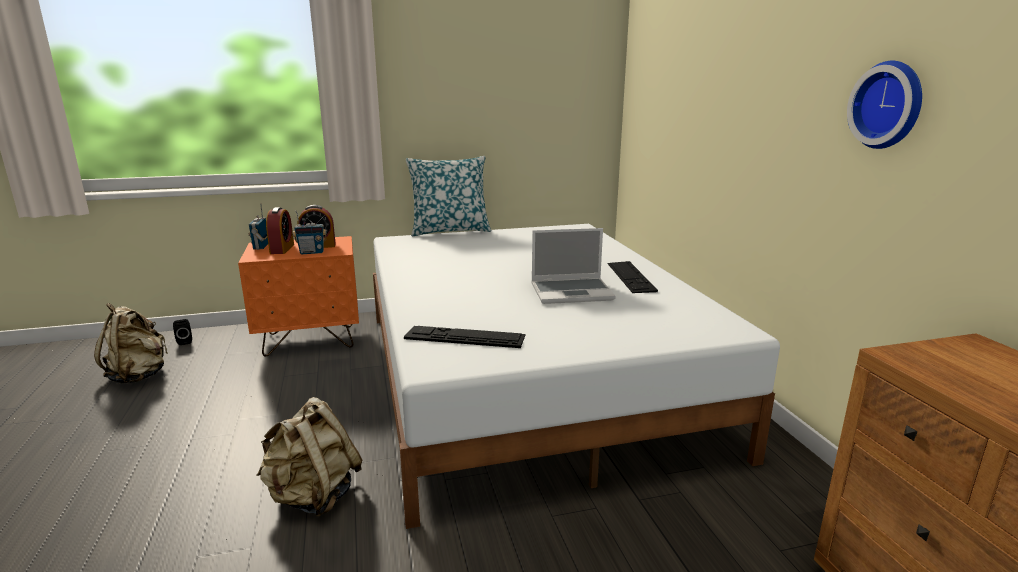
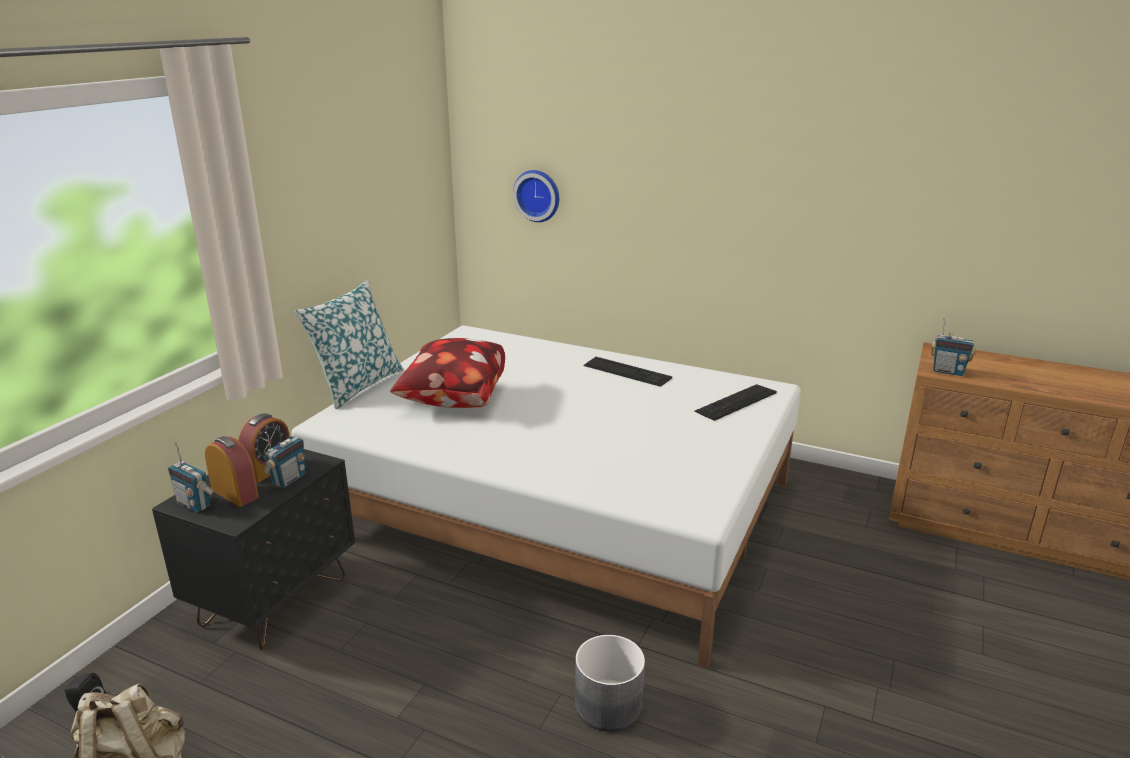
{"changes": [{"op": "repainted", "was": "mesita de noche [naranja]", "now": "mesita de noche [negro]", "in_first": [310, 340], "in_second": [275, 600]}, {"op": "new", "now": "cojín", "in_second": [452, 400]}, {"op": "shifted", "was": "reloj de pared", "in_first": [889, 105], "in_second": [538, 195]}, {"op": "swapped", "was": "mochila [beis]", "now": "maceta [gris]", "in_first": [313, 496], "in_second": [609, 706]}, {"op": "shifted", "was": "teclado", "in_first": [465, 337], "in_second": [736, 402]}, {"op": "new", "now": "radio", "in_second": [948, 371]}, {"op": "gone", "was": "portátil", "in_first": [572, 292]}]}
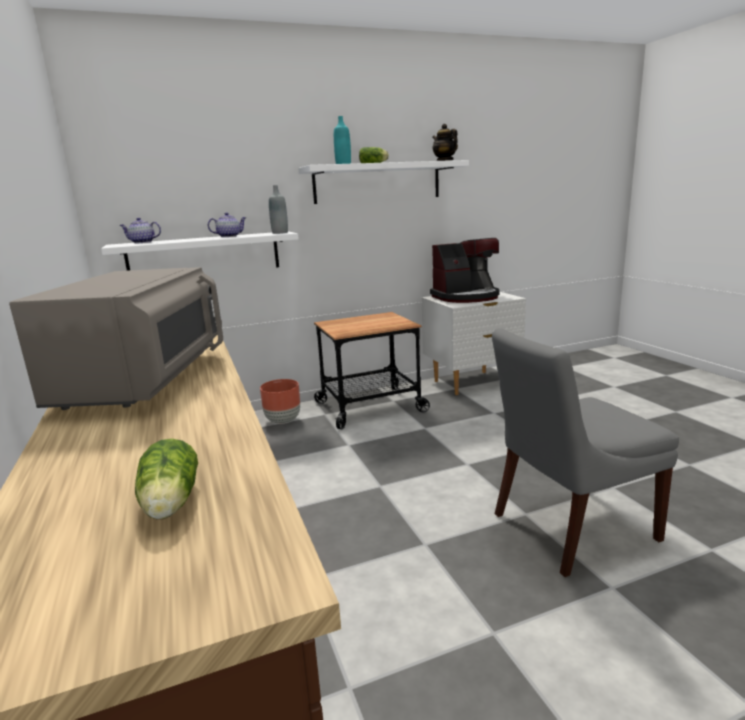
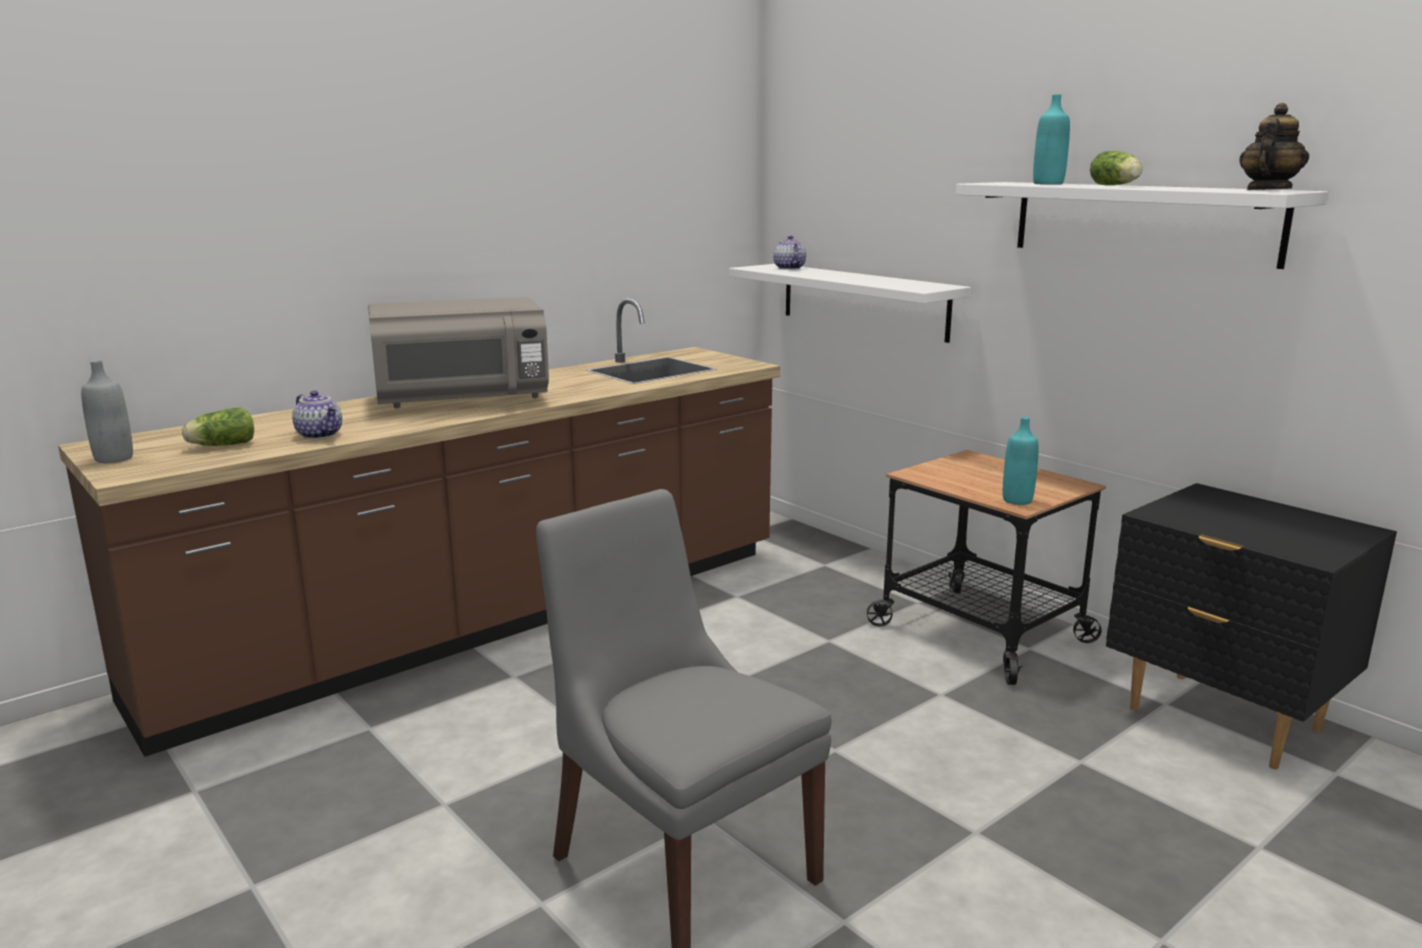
{"changes": [{"op": "shifted", "was": "botella [gris]", "in_first": [280, 233], "in_second": [114, 458]}, {"op": "shifted", "was": "tetera", "in_first": [229, 236], "in_second": [321, 435]}, {"op": "new", "now": "botella [turquesa]", "in_second": [1017, 500]}, {"op": "repainted", "was": "mesita de noche [blanco]", "now": "mesita de noche [negro]", "in_first": [471, 383], "in_second": [1222, 720]}, {"op": "gone", "was": "maceta [marrón]", "in_first": [283, 421]}, {"op": "gone", "was": "cafetera", "in_first": [466, 297]}]}
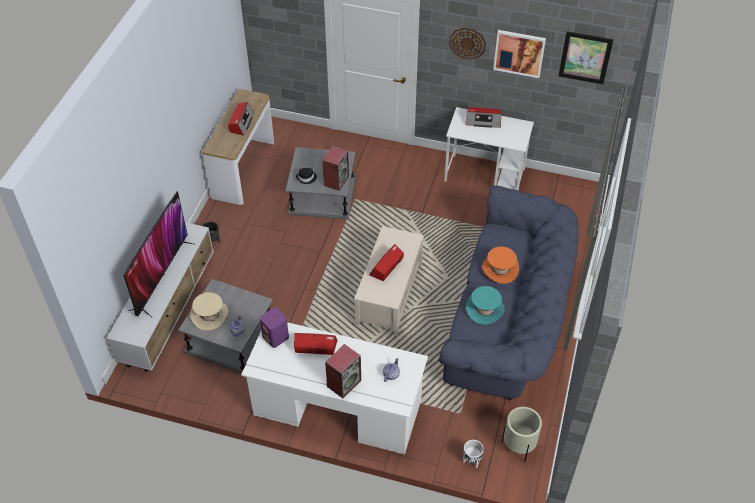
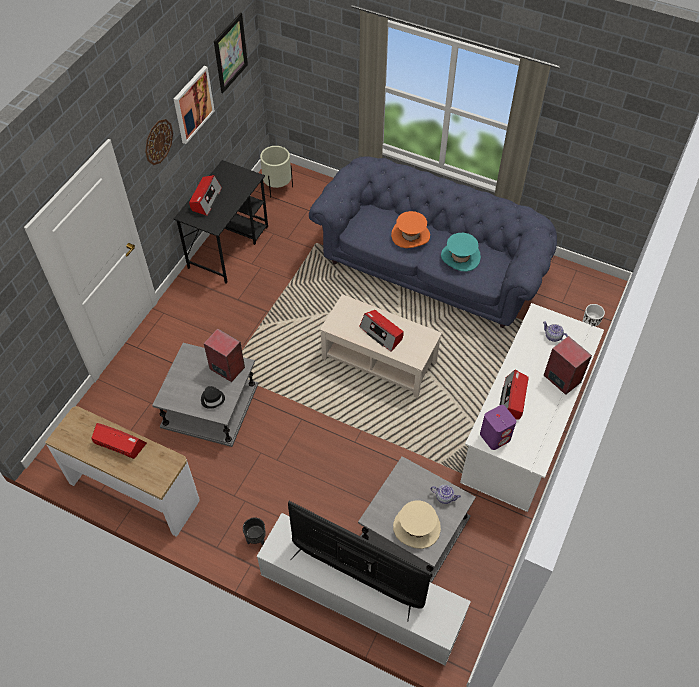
{"changes": [{"op": "repainted", "was": "escritorio [blanco]", "now": "escritorio [negro]", "in_first": [485, 175], "in_second": [229, 246]}, {"op": "shifted", "was": "maceta [beis]", "in_first": [518, 447], "in_second": [278, 187]}]}
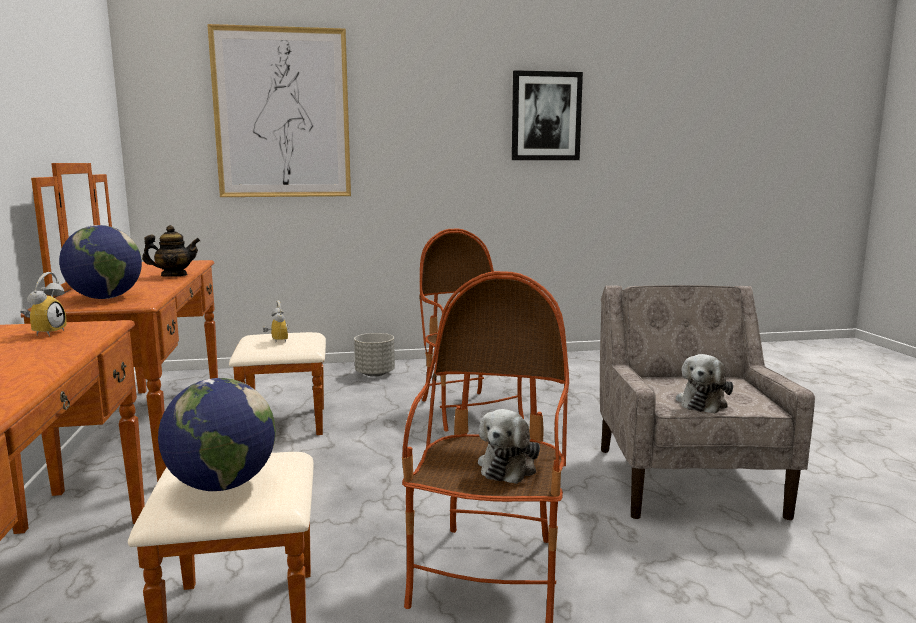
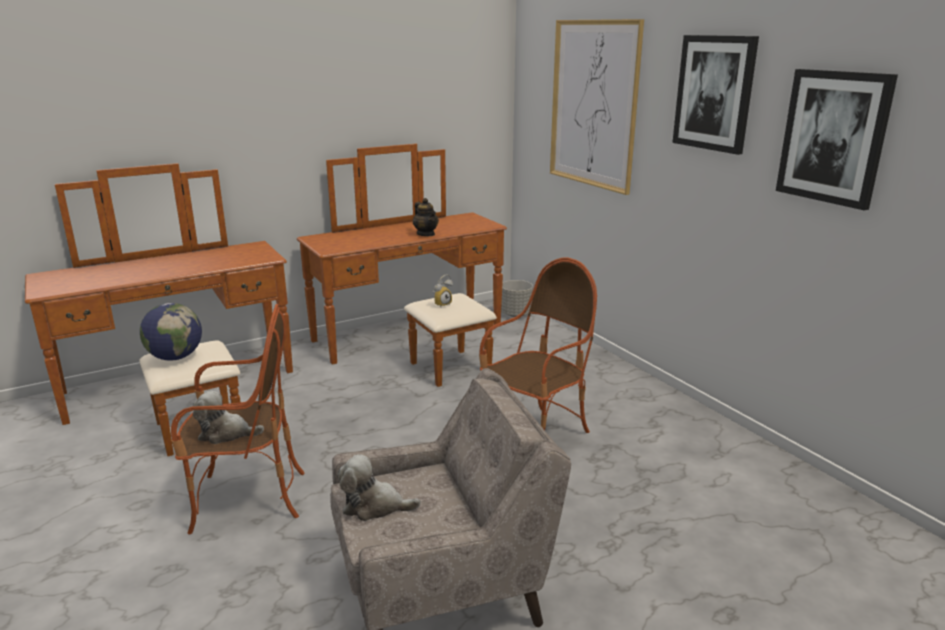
{"changes": [{"op": "shifted", "was": "maceta [gris]", "in_first": [374, 374], "in_second": [515, 314]}, {"op": "new", "now": "cuadro", "in_second": [714, 93]}, {"op": "gone", "was": "despertador", "in_first": [45, 332]}, {"op": "gone", "was": "globo terráqueo", "in_first": [105, 298]}]}
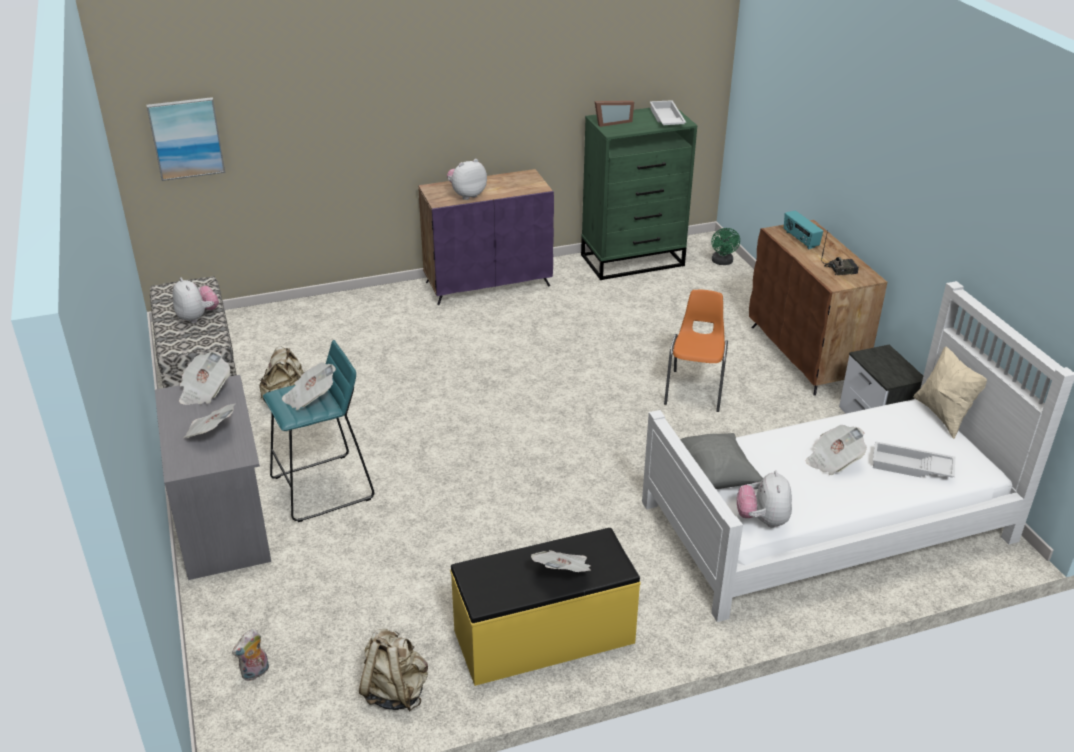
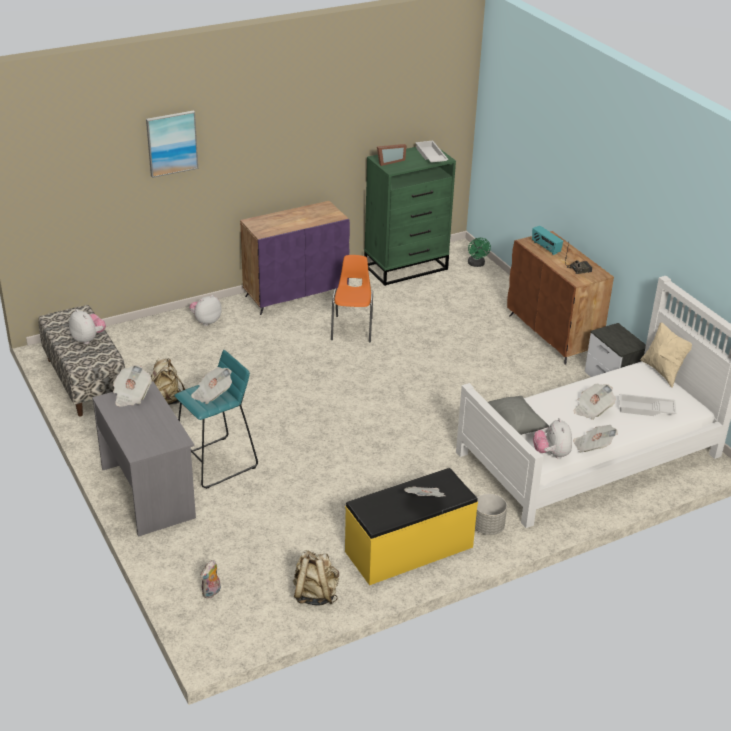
{"changes": [{"op": "shifted", "was": "cuadro", "in_first": [186, 138], "in_second": [172, 143]}, {"op": "shifted", "was": "peluche", "in_first": [467, 195], "in_second": [206, 321]}, {"op": "shifted", "was": "silla [naranja]", "in_first": [695, 390], "in_second": [352, 328]}, {"op": "new", "now": "maceta [gris]", "in_second": [488, 527]}, {"op": "shifted", "was": "periódico", "in_first": [211, 432], "in_second": [593, 447]}]}
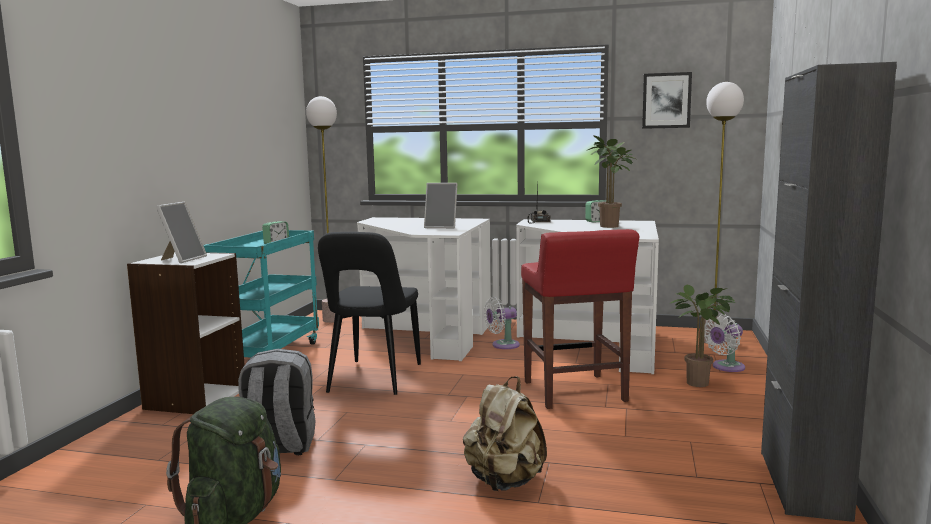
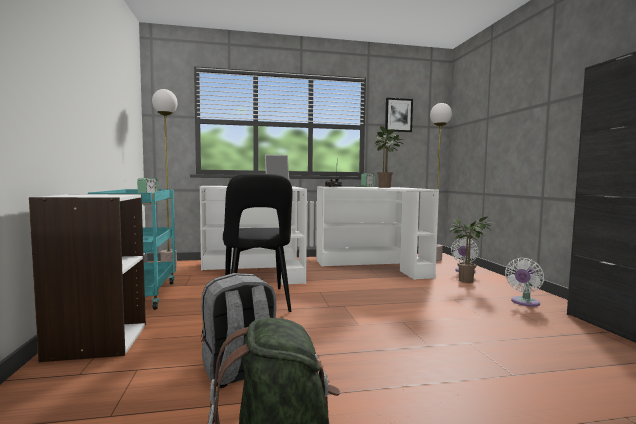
{"changes": [{"op": "shifted", "was": "ventilador [blanco]", "in_first": [502, 345], "in_second": [524, 303]}, {"op": "gone", "was": "portarretratos", "in_first": [182, 259]}, {"op": "gone", "was": "mochila [beis]", "in_first": [504, 482]}, {"op": "gone", "was": "taburete [rojo]", "in_first": [574, 392]}]}
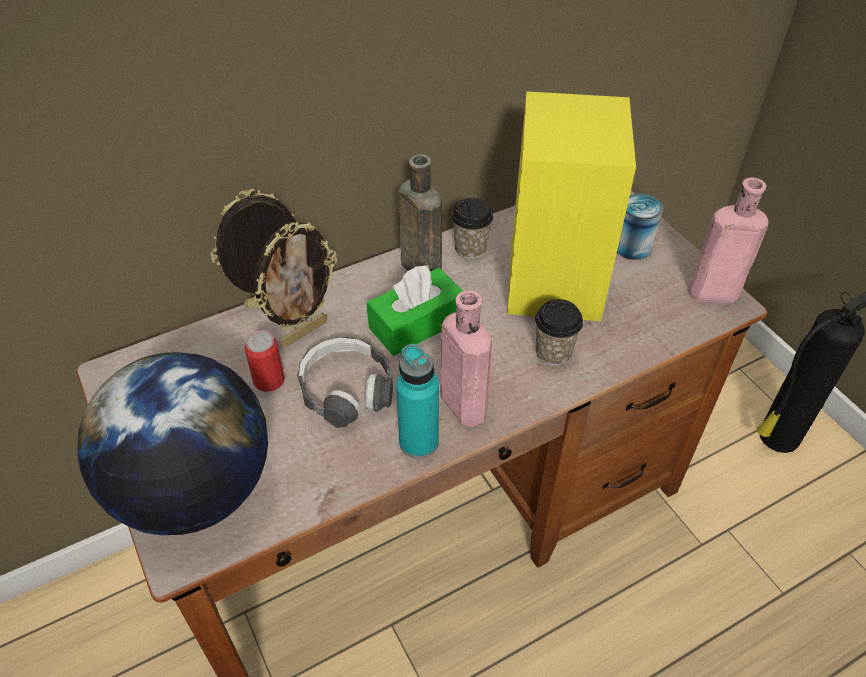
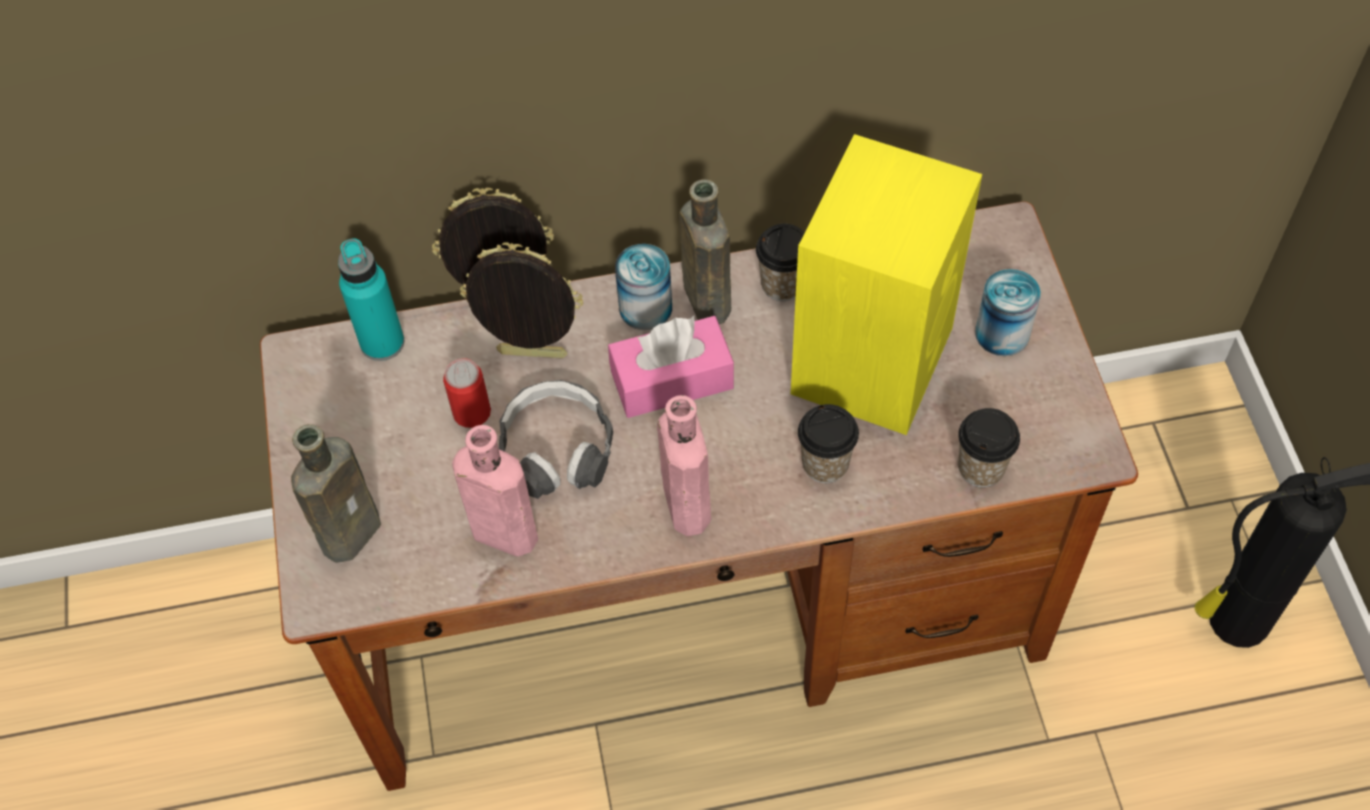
{"changes": [{"op": "swapped", "was": "globo terráqueo", "now": "botella [marrón]", "in_first": [195, 490], "in_second": [354, 529]}, {"op": "shifted", "was": "botella [turquesa]", "in_first": [418, 442], "in_second": [382, 343]}, {"op": "shifted", "was": "botella [rosa]", "in_first": [709, 293], "in_second": [500, 532]}, {"op": "rotated", "was": "portarretratos", "in_first": [303, 332], "in_second": [531, 357], "clockwise": -150}, {"op": "repainted", "was": "caja de pañuelos [verde]", "now": "caja de pañuelos [rosa]", "in_first": [417, 324], "in_second": [672, 380]}, {"op": "new", "now": "lata", "in_second": [645, 308]}, {"op": "new", "now": "taza", "in_second": [981, 468]}]}
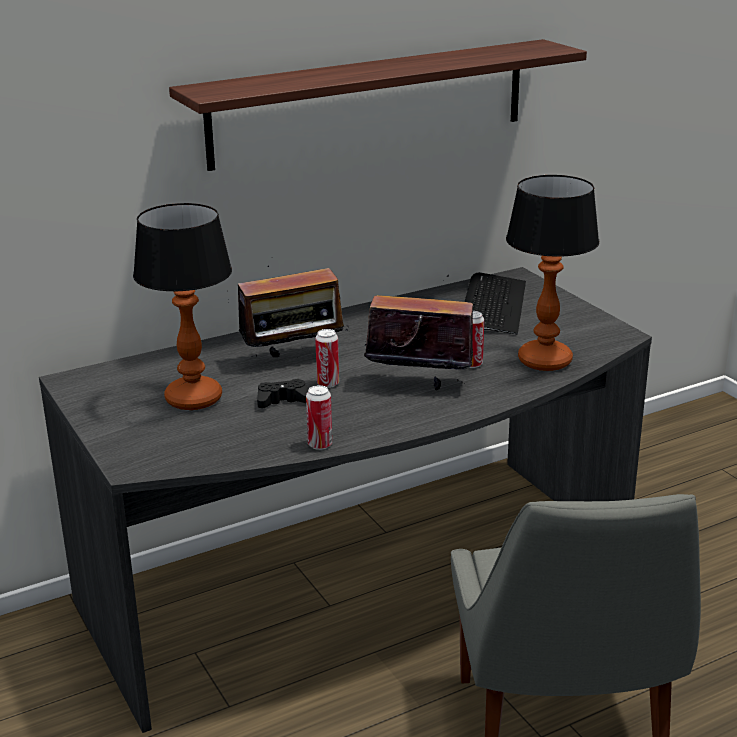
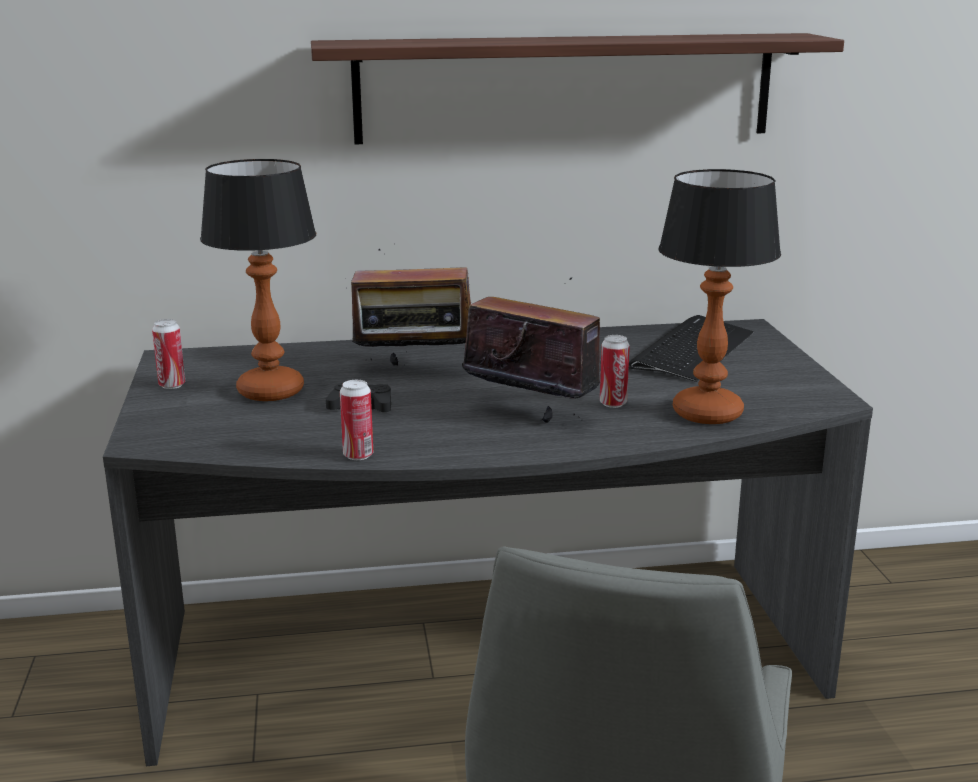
{"changes": [{"op": "shifted", "was": "lata", "in_first": [328, 384], "in_second": [172, 385]}]}
